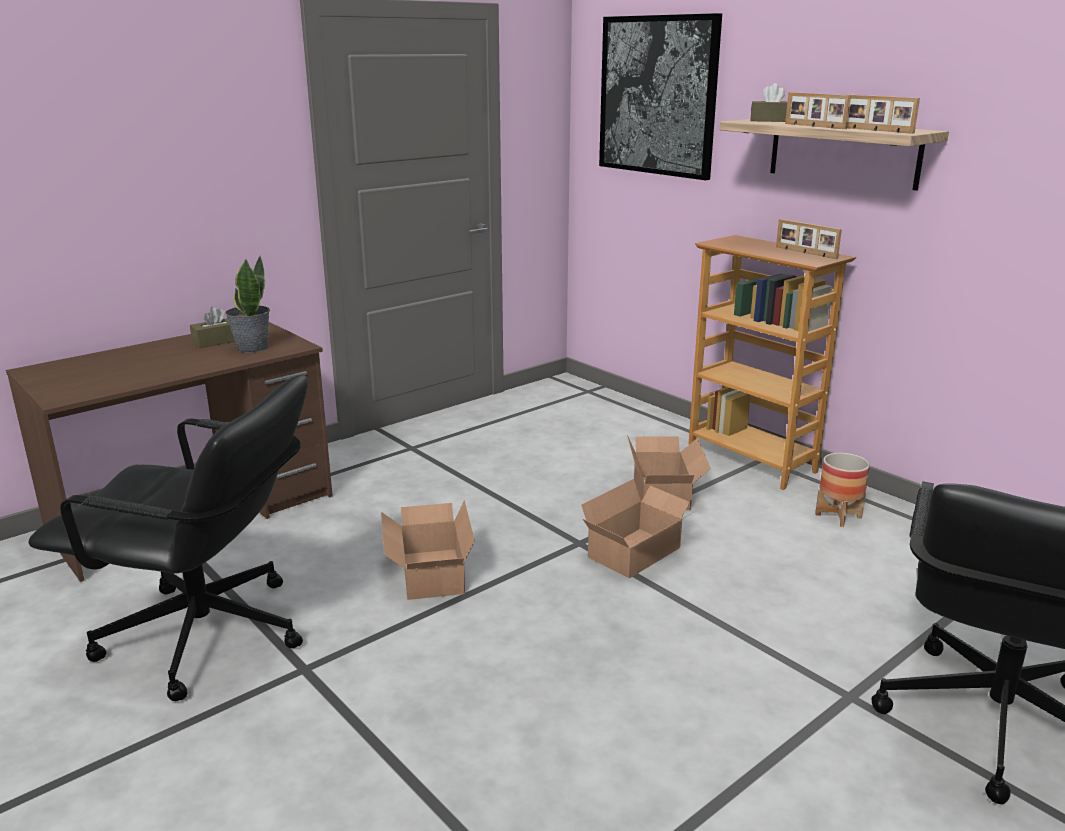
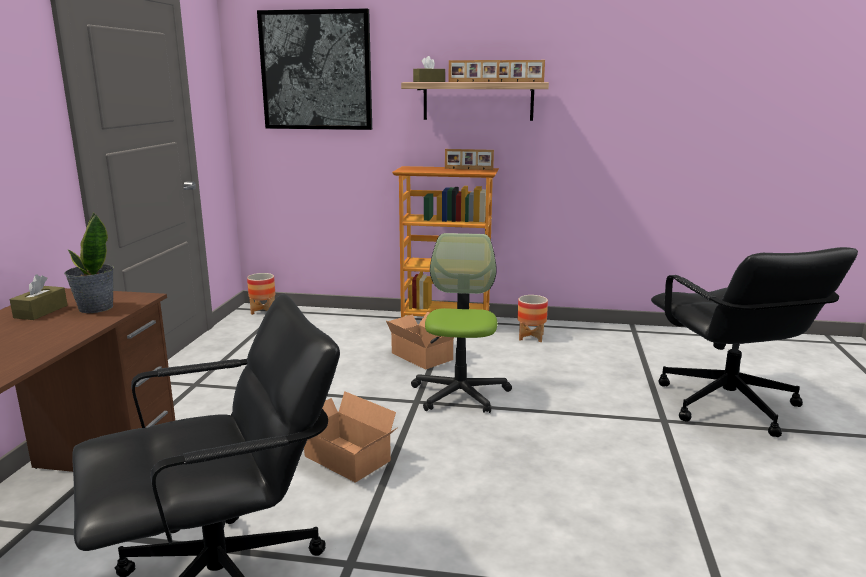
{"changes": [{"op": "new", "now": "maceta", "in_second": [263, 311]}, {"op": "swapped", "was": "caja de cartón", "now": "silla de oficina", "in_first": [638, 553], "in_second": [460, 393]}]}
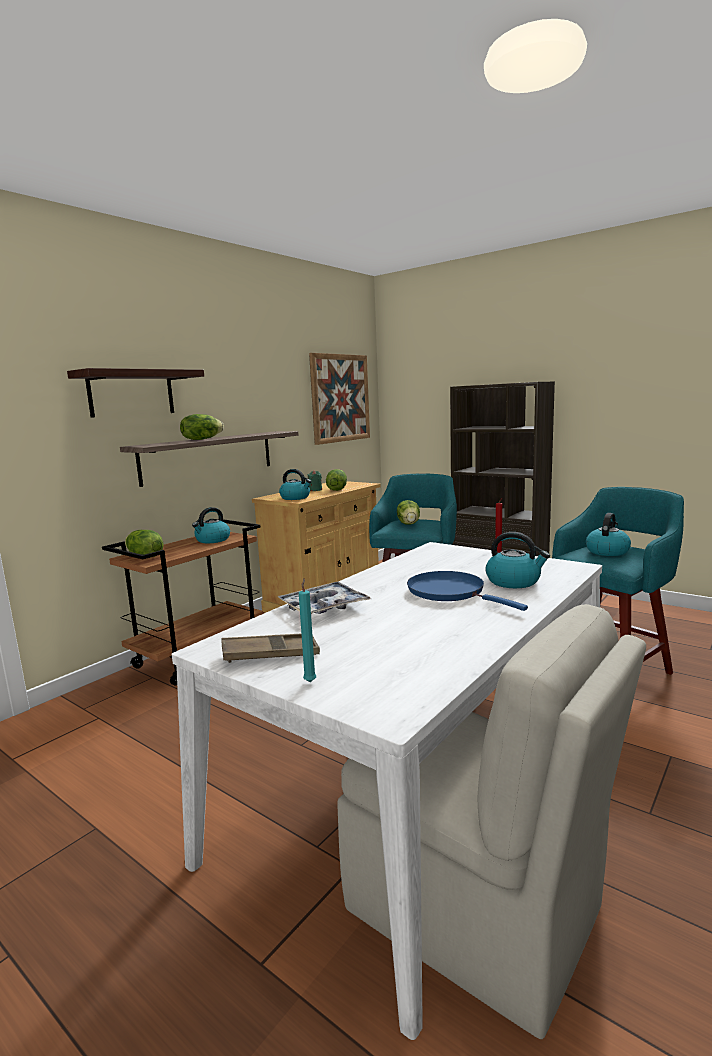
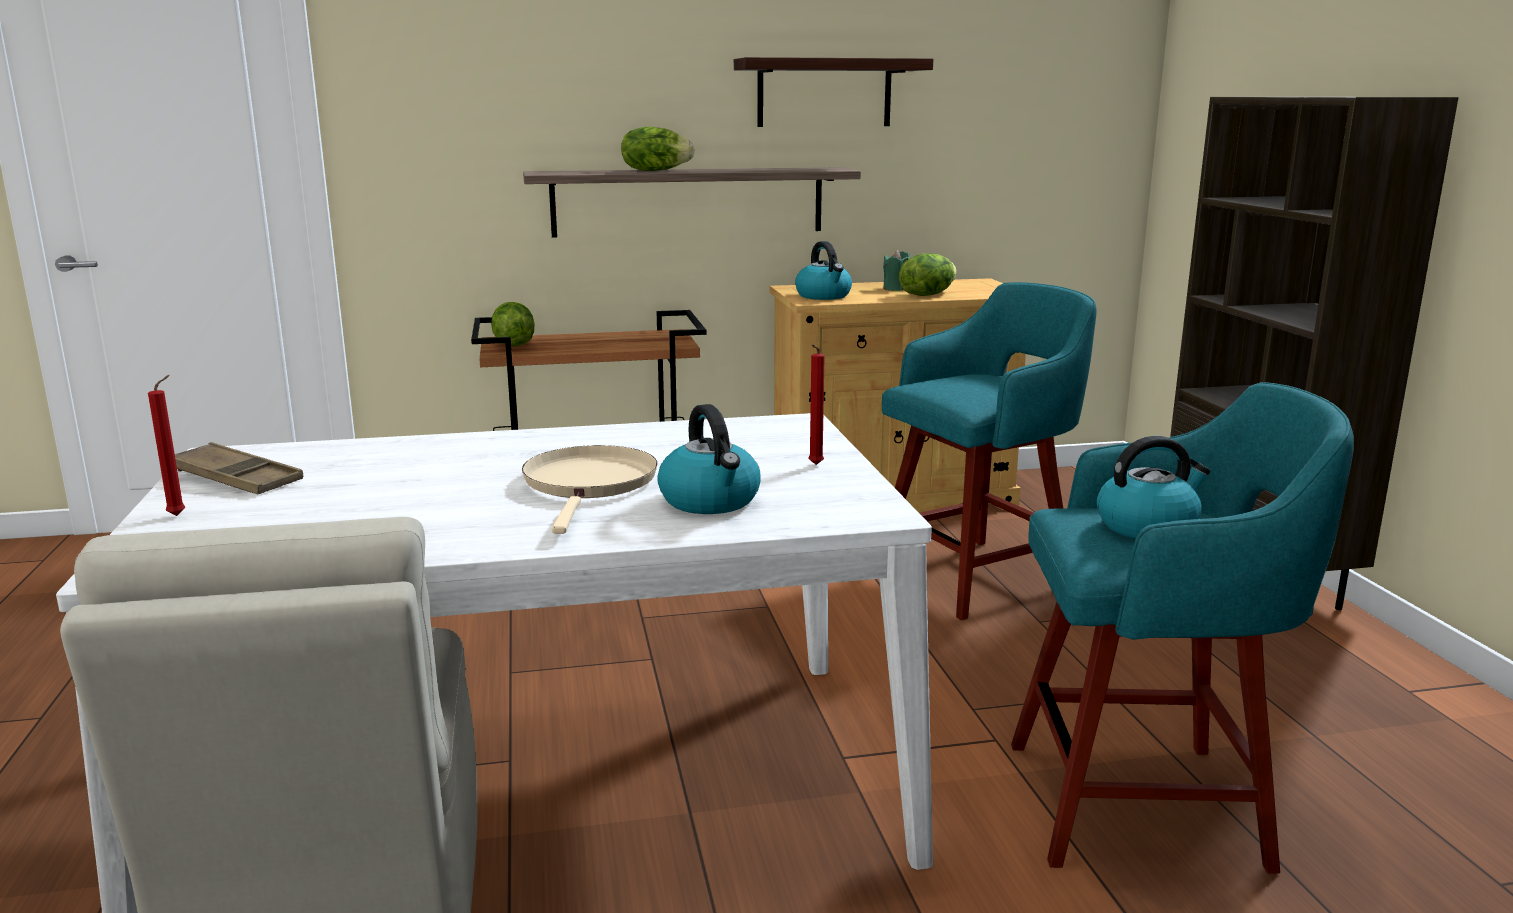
{"changes": [{"op": "repainted", "was": "vela [turquesa]", "now": "vela [rojo]", "in_first": [310, 681], "in_second": [180, 515]}, {"op": "repainted", "was": "sartén [azul]", "now": "sartén [beis]", "in_first": [450, 592], "in_second": [590, 484]}, {"op": "shifted", "was": "estante", "in_first": [131, 393], "in_second": [824, 93]}, {"op": "gone", "was": "hervidor", "in_first": [212, 540]}, {"op": "gone", "was": "bandeja", "in_first": [323, 607]}, {"op": "gone", "was": "cuadro", "in_first": [340, 398]}, {"op": "gone", "was": "lechuga", "in_first": [409, 524]}]}
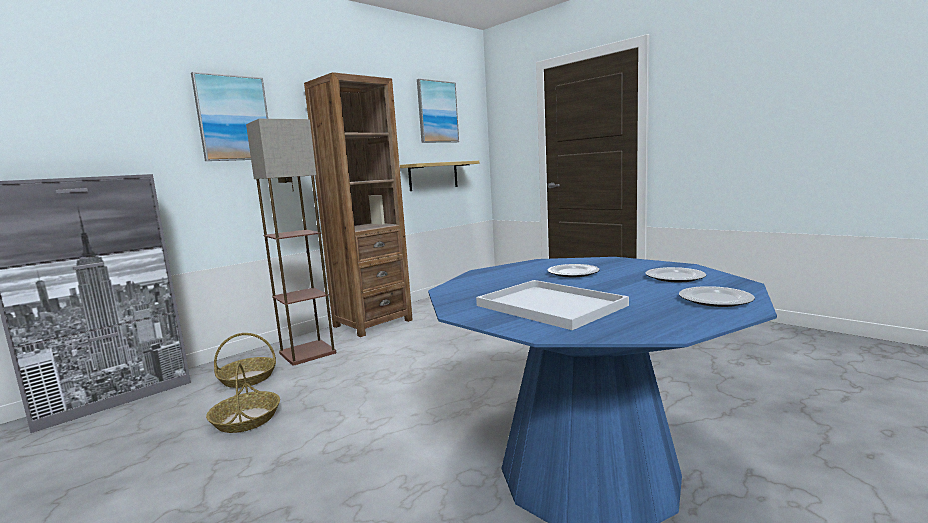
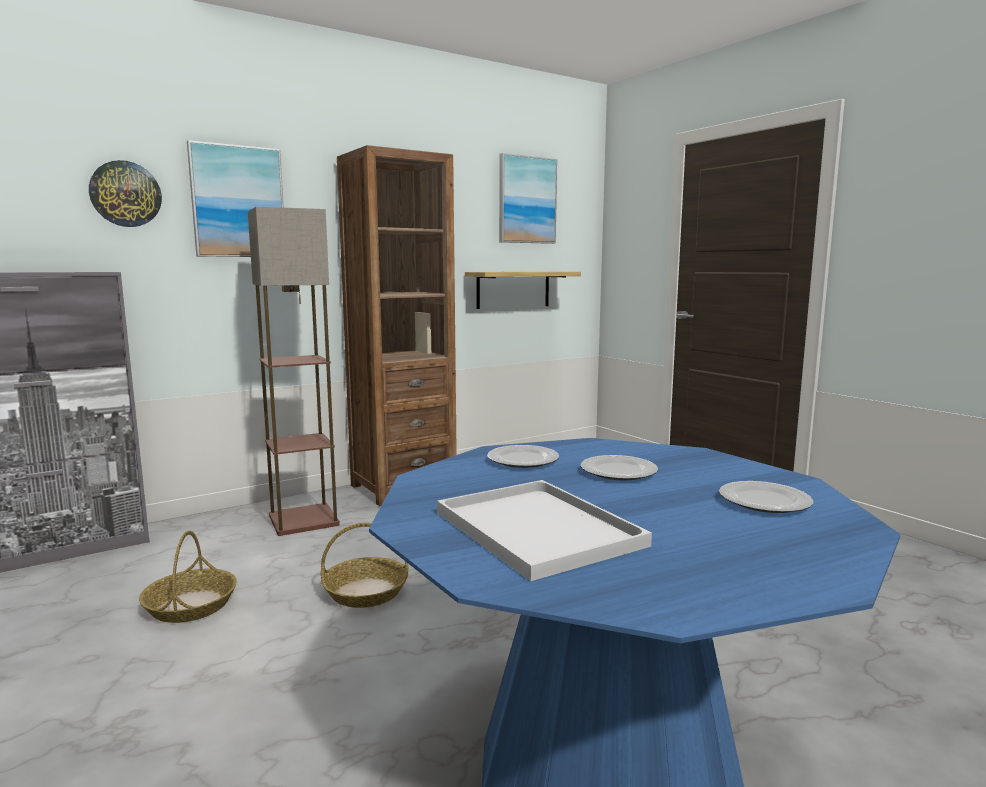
{"changes": [{"op": "new", "now": "reloj de pared", "in_second": [125, 194]}, {"op": "shifted", "was": "cesta", "in_first": [248, 378], "in_second": [366, 592]}, {"op": "shifted", "was": "plato", "in_first": [715, 300], "in_second": [523, 460]}]}
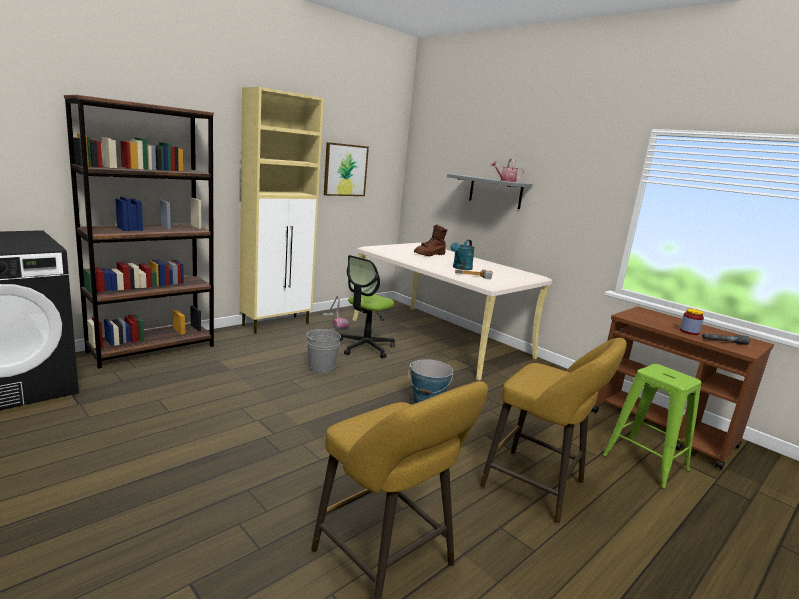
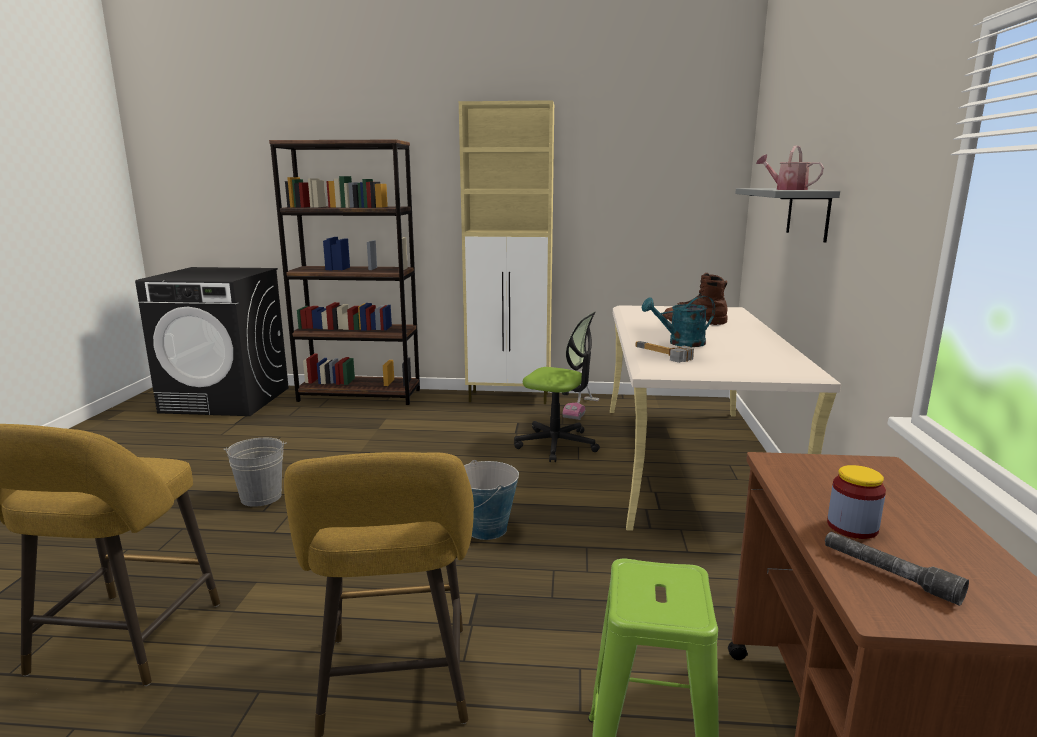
{"changes": [{"op": "shifted", "was": "cubo [gris]", "in_first": [321, 368], "in_second": [261, 497]}, {"op": "rotated", "was": "silla de oficina", "in_first": [365, 347], "in_second": [557, 444], "clockwise": -150}, {"op": "gone", "was": "cuadro", "in_first": [345, 170]}]}
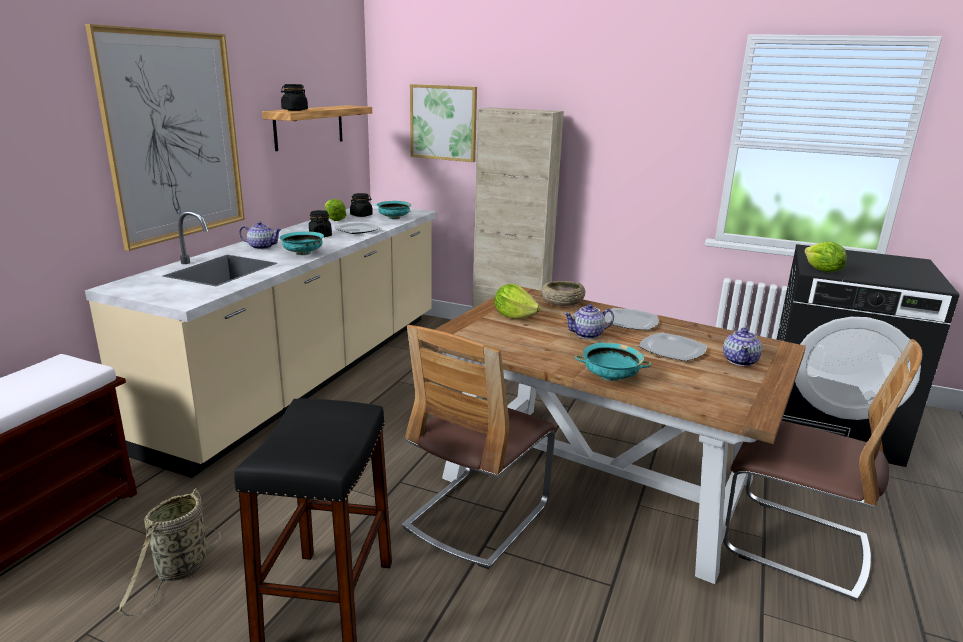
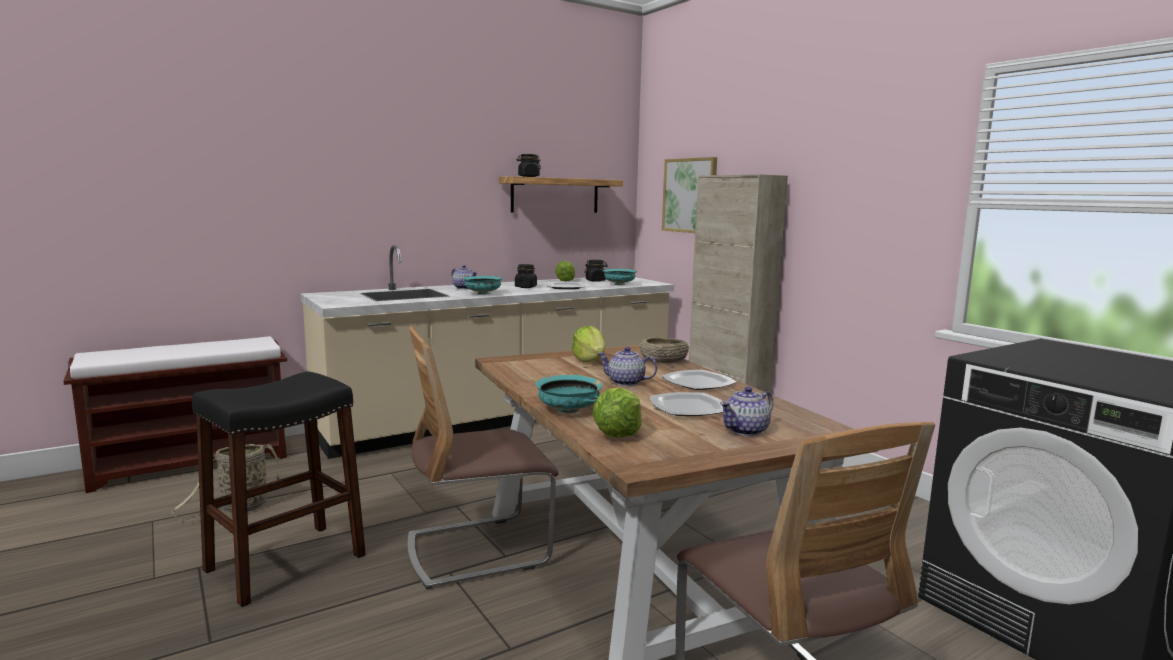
{"changes": [{"op": "shifted", "was": "lechuga", "in_first": [822, 271], "in_second": [618, 434]}, {"op": "gone", "was": "cuadro", "in_first": [175, 136]}]}
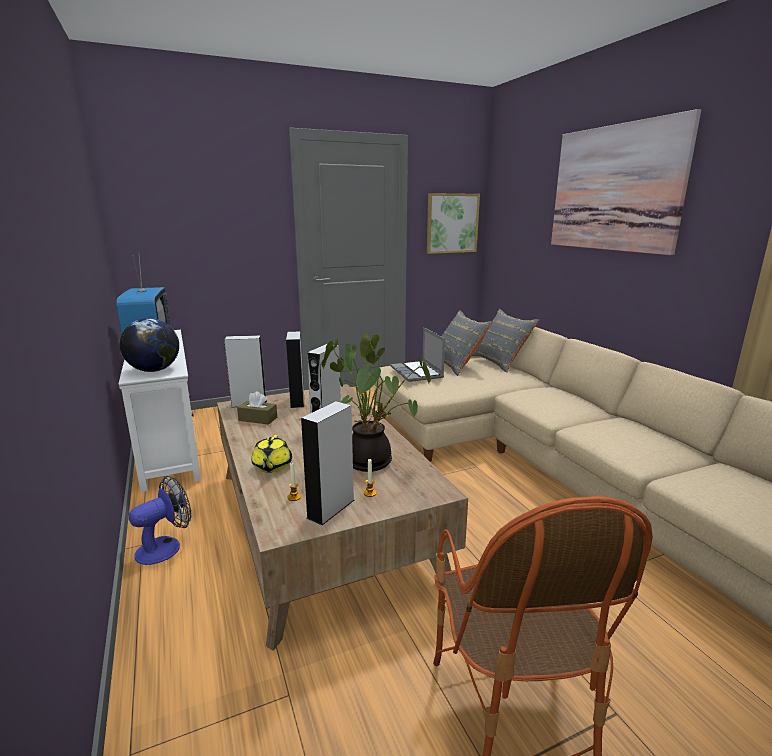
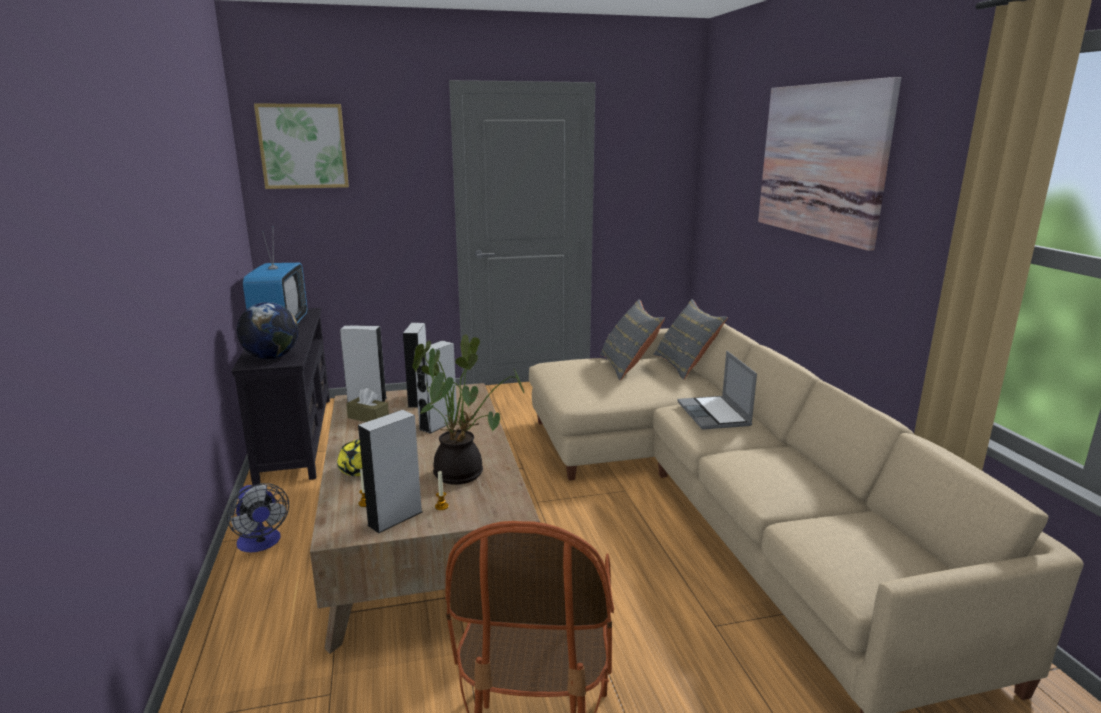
{"changes": [{"op": "rotated", "was": "ventilador", "in_first": [166, 546], "in_second": [261, 544], "clockwise": 90}, {"op": "repainted", "was": "mueble de televisión [blanco]", "now": "mueble de televisión [negro]", "in_first": [169, 446], "in_second": [295, 438]}, {"op": "shifted", "was": "cuadro", "in_first": [452, 223], "in_second": [303, 146]}, {"op": "shifted", "was": "portátil", "in_first": [417, 372], "in_second": [715, 415]}]}
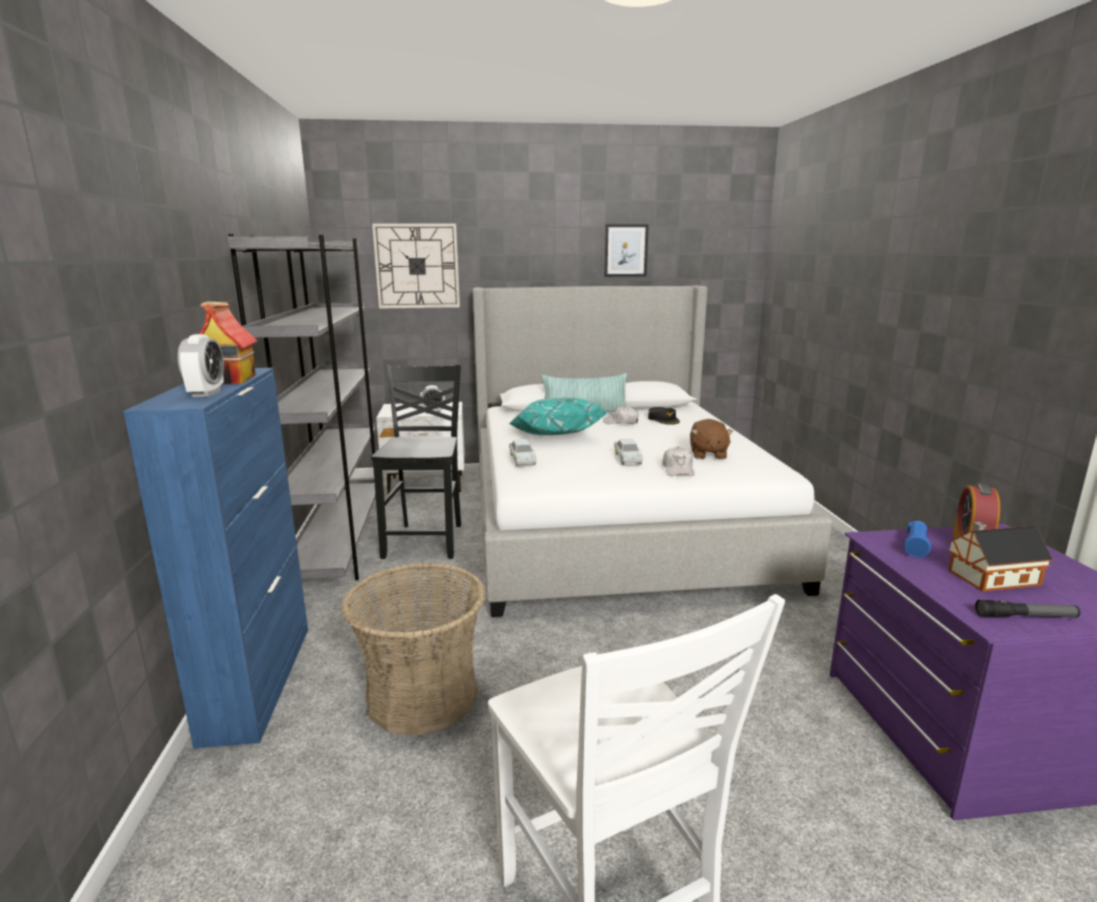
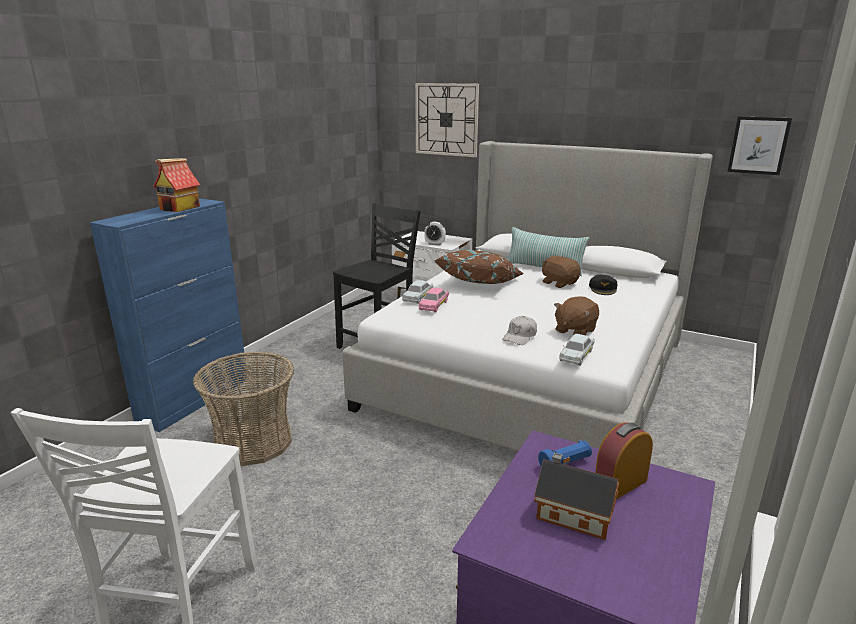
{"changes": [{"op": "new", "now": "coche de juguete [rosa]", "in_second": [433, 305]}, {"op": "repainted", "was": "cojín [turquesa]", "now": "cojín [marrón]", "in_first": [555, 436], "in_second": [480, 283]}, {"op": "swapped", "was": "gorra [blanco]", "now": "peluche [marrón]", "in_first": [621, 422], "in_second": [559, 283]}, {"op": "shifted", "was": "coche de juguete [blanco]", "in_first": [627, 458], "in_second": [576, 355]}, {"op": "shifted", "was": "cuadro", "in_first": [625, 250], "in_second": [758, 145]}, {"op": "gone", "was": "despertador", "in_first": [206, 393]}, {"op": "gone", "was": "estantería [gris]", "in_first": [339, 545]}, {"op": "gone", "was": "linterna", "in_first": [1026, 616]}]}
